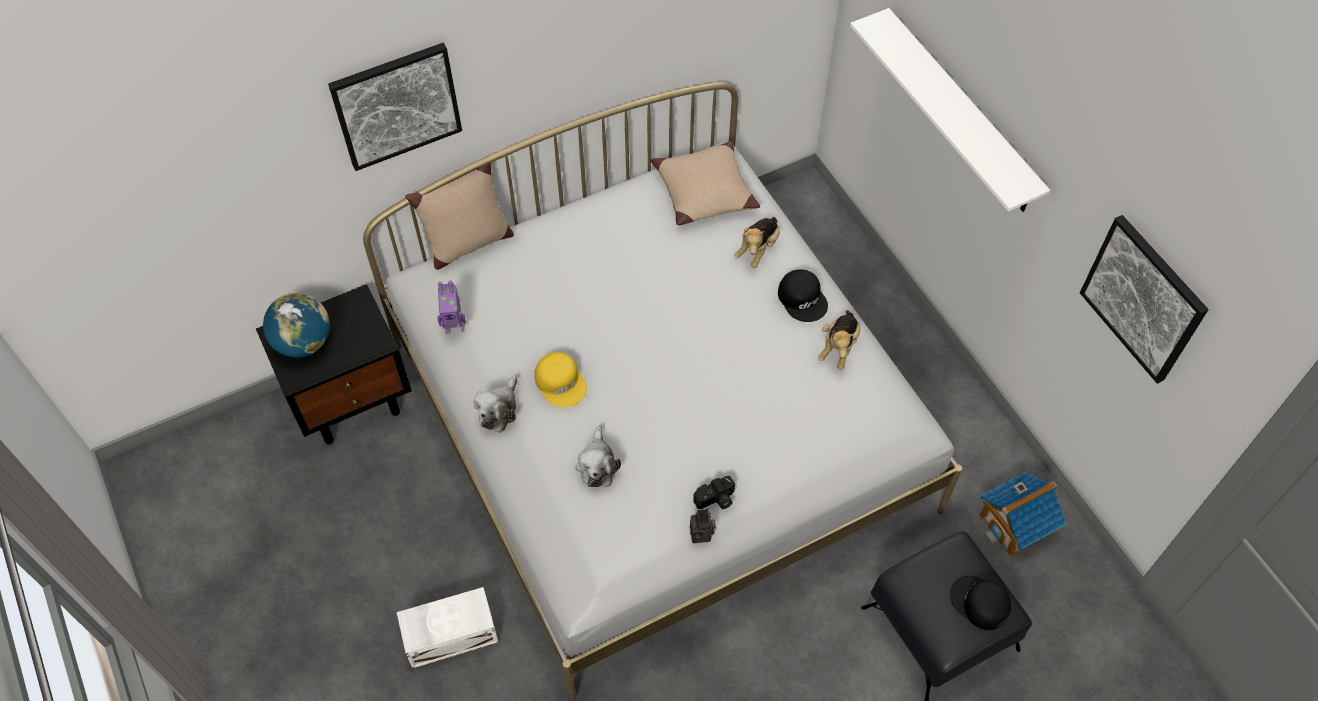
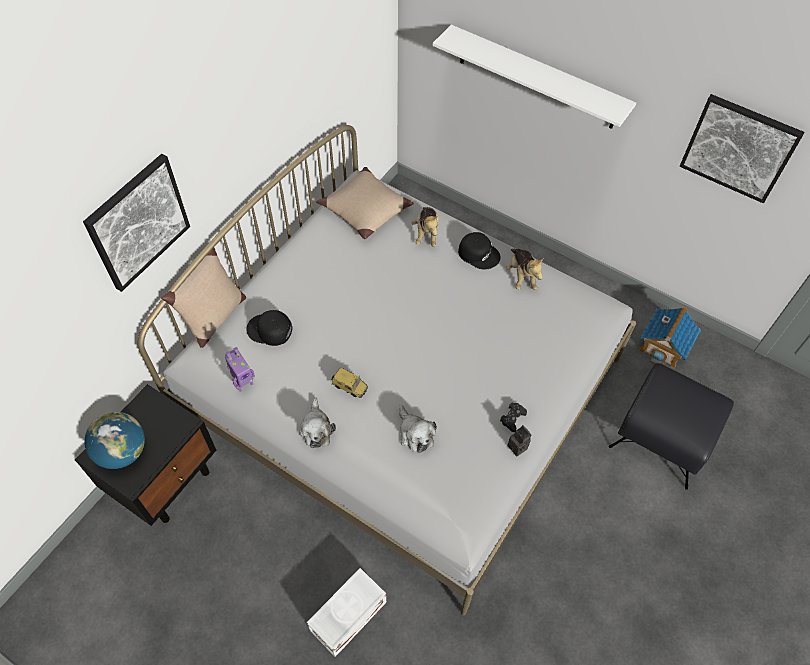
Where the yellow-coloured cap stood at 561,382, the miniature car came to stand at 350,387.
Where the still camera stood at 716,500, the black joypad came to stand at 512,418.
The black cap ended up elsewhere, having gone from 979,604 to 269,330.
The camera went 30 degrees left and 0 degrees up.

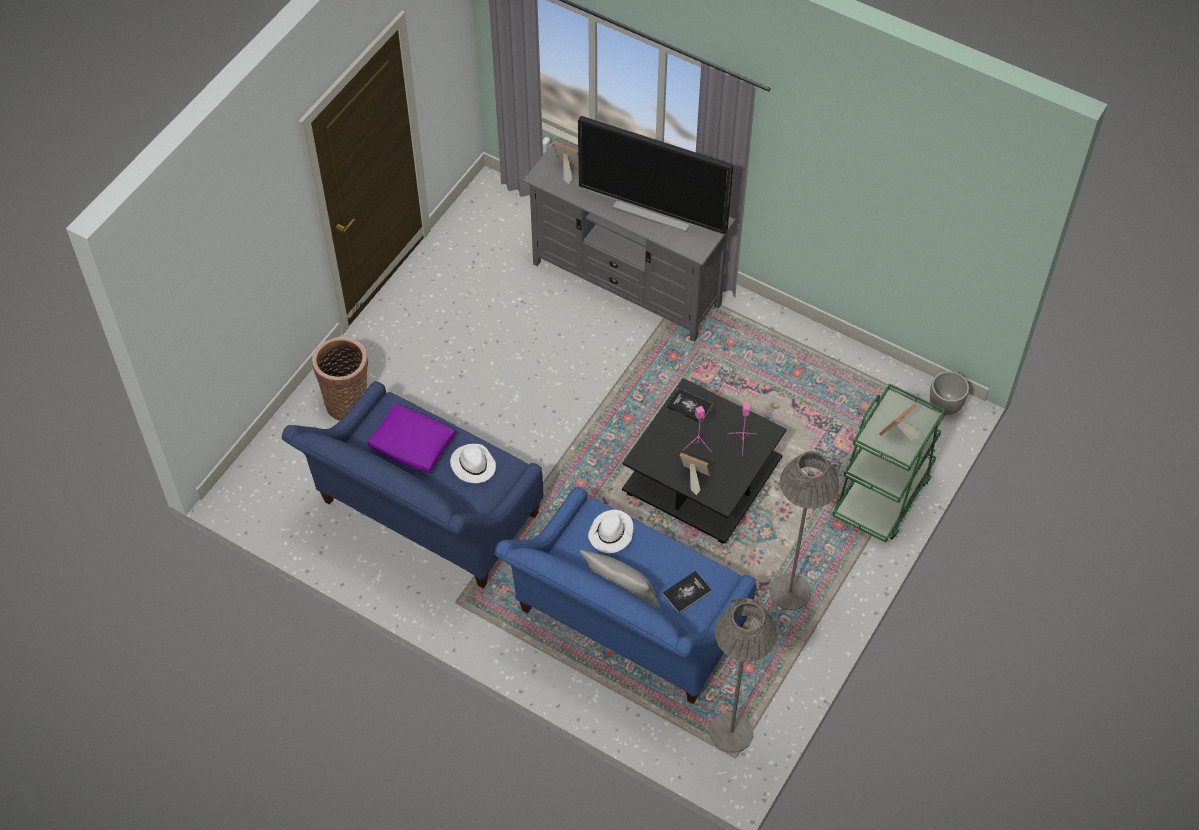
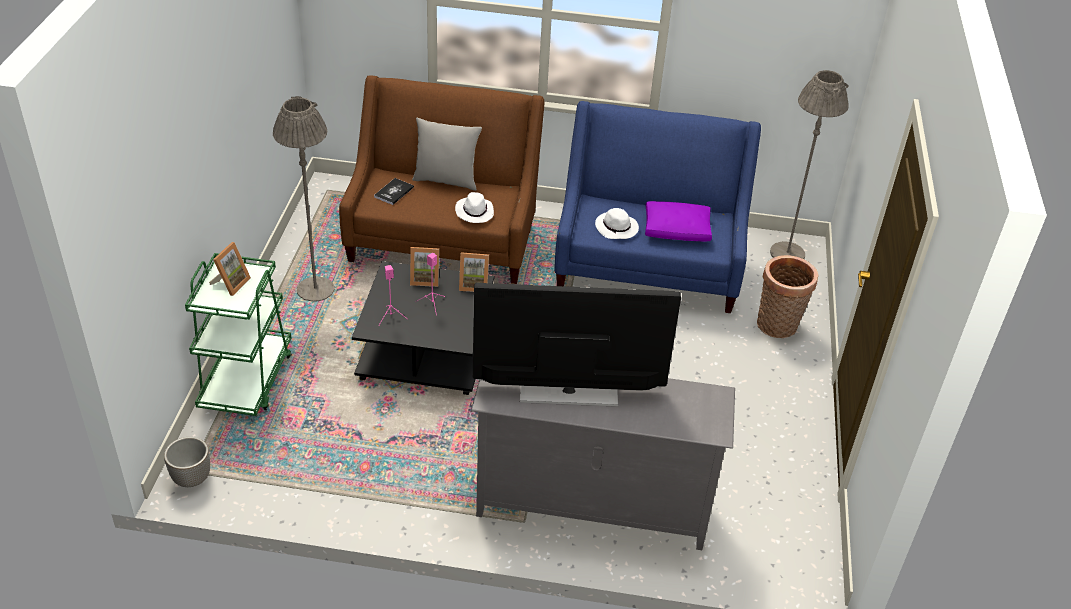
What was the bluish settee at 626,626 turned into the brownish settee at 443,239.
The photo frame ended up elsewhere, having gone from 567,170 to 473,284.
The second view lost the volume at 689,406.
The greyish floor lamp ended up elsewhere, having gone from 731,732 to 787,253.
The camera went 155 degrees right and 15 degrees down.

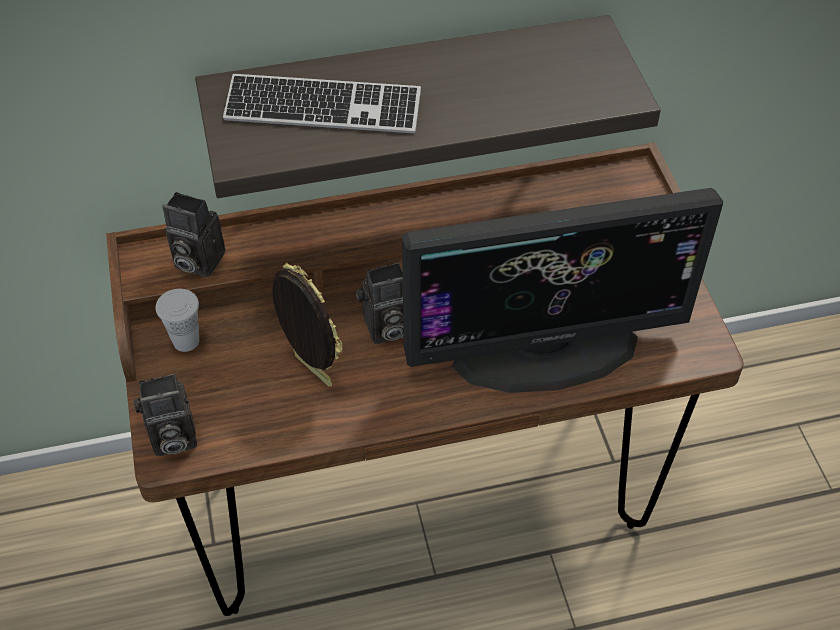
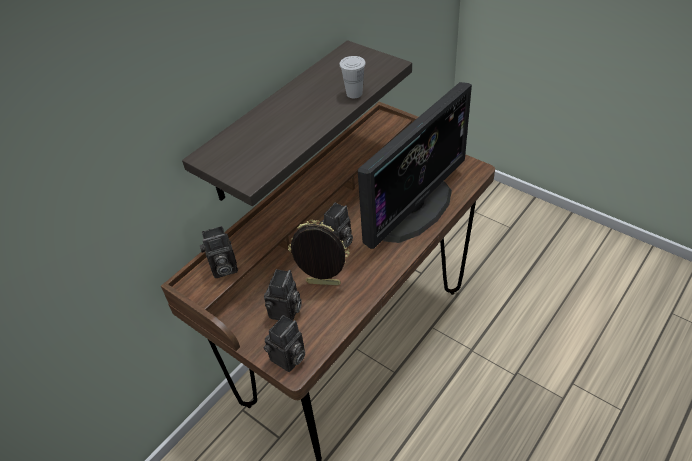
The whitish drinking cup ended up elsewhere, having gone from 186,341 to 354,93.
The second view lost the keyboard at 323,108.
The second view gained the still camera at 286,312.
The camera went 35 degrees left and 5 degrees down.

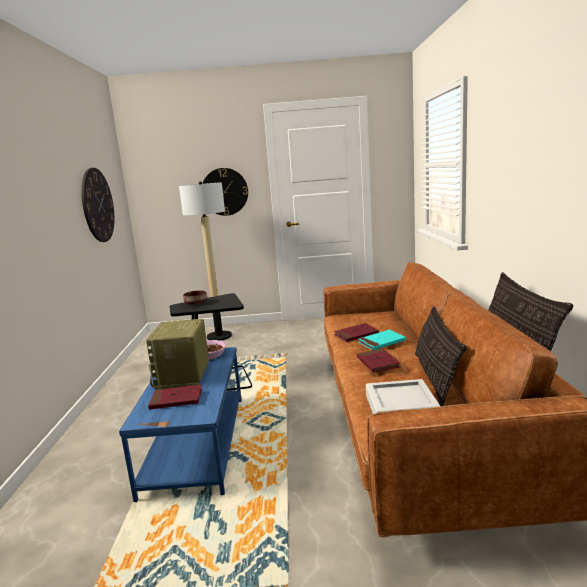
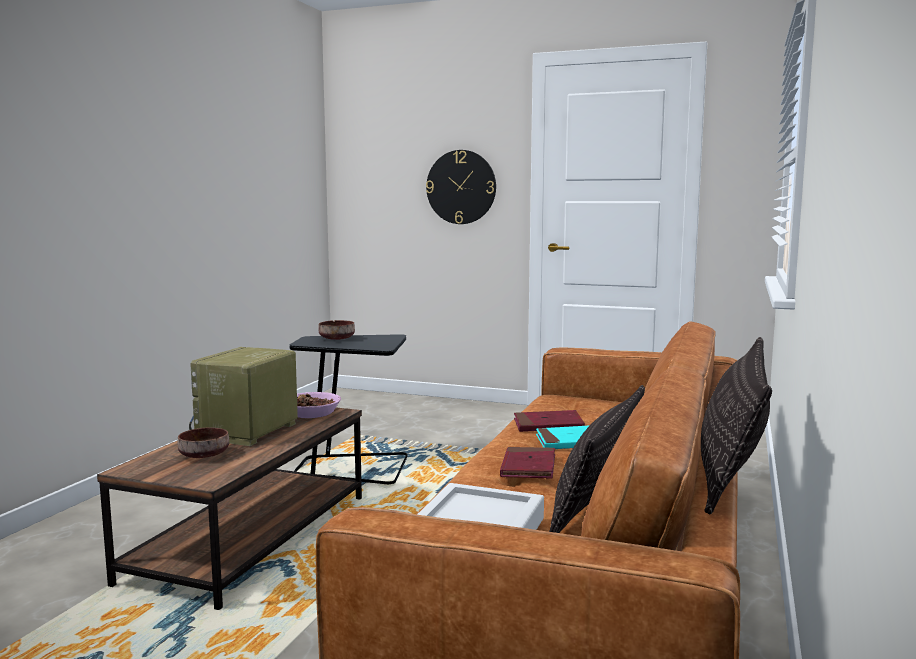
The second view lost the clock on the wall at 98,205.
What was the bluish low table at 197,444 turned into the brownish low table at 251,538.
Where the red volume stood at 176,400, the brownish deep dish came to stand at 204,455.
The second view lost the floor lamp at 219,336.
The camera went 20 degrees right and 5 degrees down.

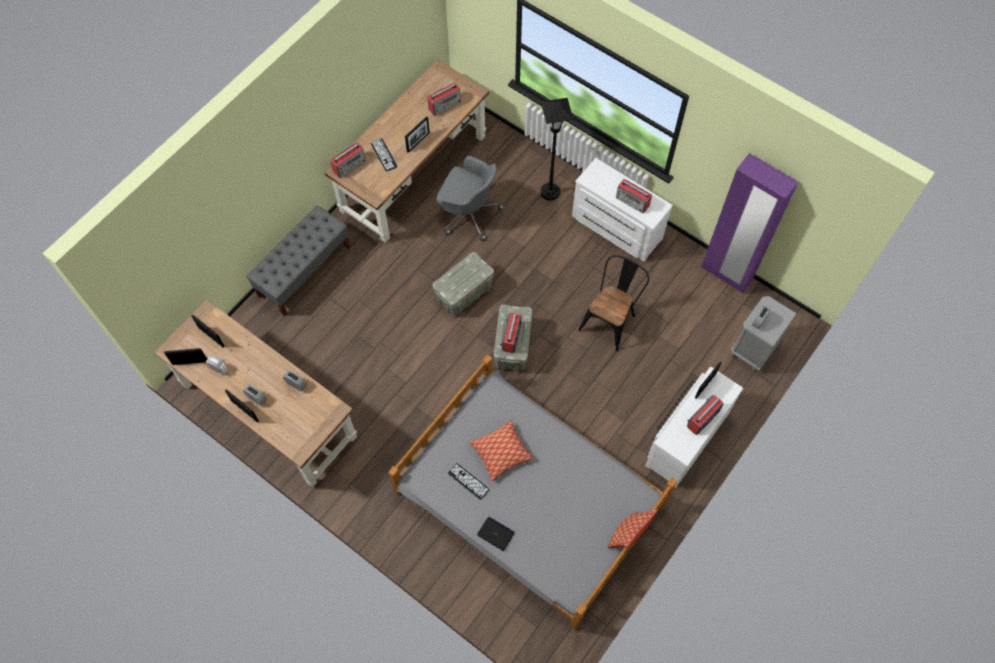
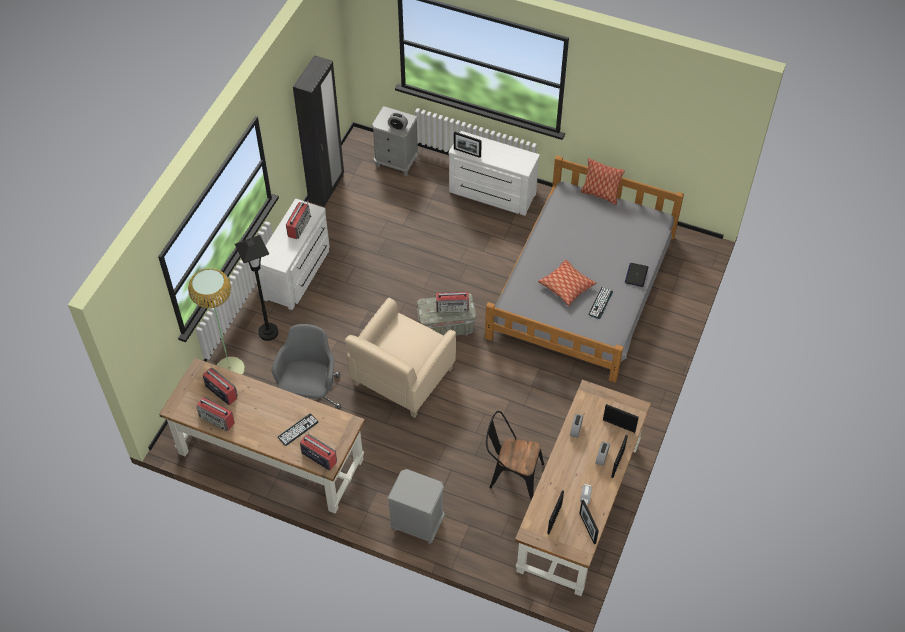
Where the greyish long seat stood at 304,271, the greyish nightstand came to stand at 417,524.
The photo frame ended up elsewhere, having gone from 418,142 to 619,425.
Where the greyish storage bin stood at 464,293, the beige lounge chair came to stand at 402,377.
The black plain chair ended up elsewhere, having gone from 610,320 to 511,475.
The radio ended up elsewhere, having gone from 702,419 to 217,419.
What was the purple clothes cupboard at 726,274 turned into the black clothes cupboard at 326,188.
The second view gained the floor lamp at 229,369.
The camera went 105 degrees left and 10 degrees down.

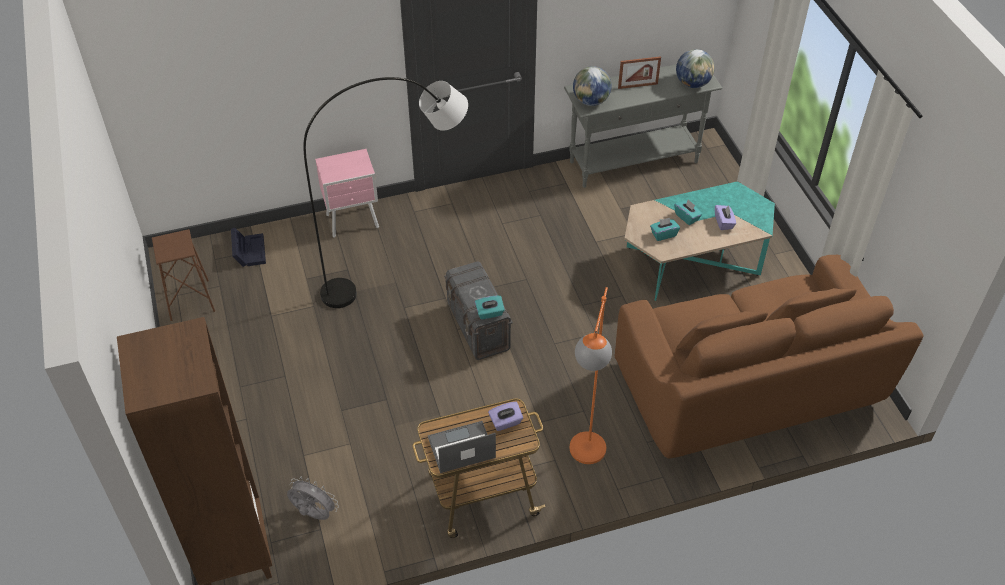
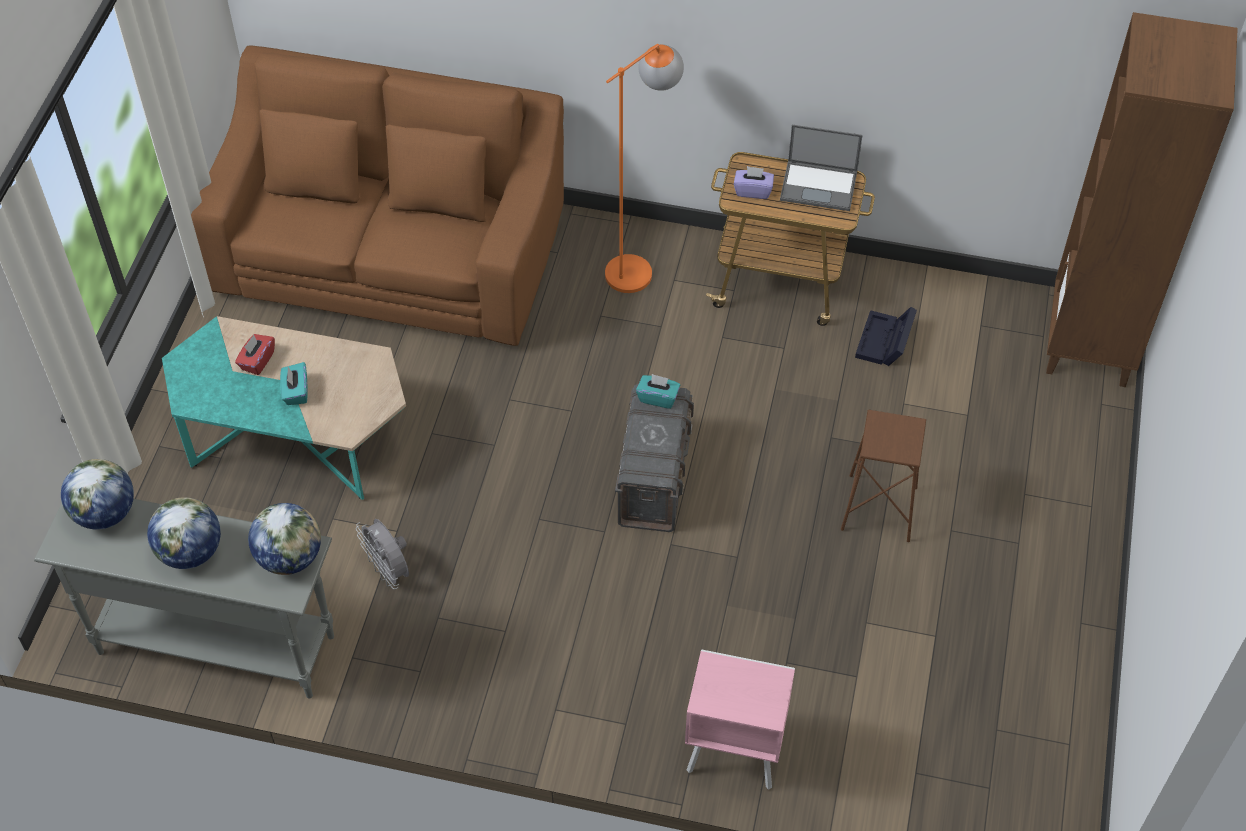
The brownish sitting stool ended up elsewhere, having gone from 190,300 to 879,508.
The black storage bin ended up elsewhere, having gone from 249,251 to 884,343.
The greyish electric fan ended up elsewhere, having gone from 313,514 to 389,571.
The second view lost the greyish floor lamp at 401,273.
Where the photo frame stood at 637,86, the world globe came to stand at 190,552.
The second view lost the blue-green tissue box at 663,234.
What was the purple tissue box at 724,222 turned into the red tissue box at 257,361.
The camera went 150 degrees left and 5 degrees up.

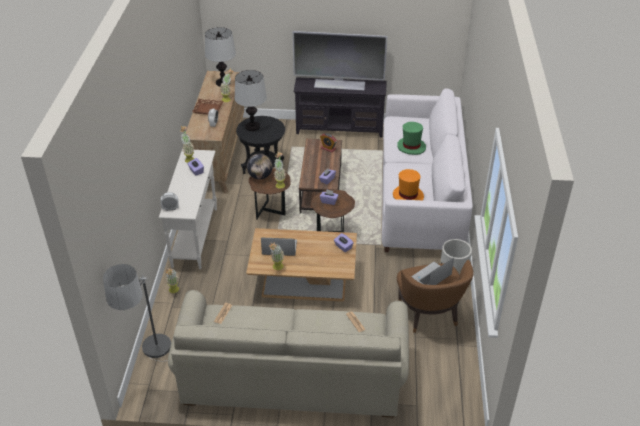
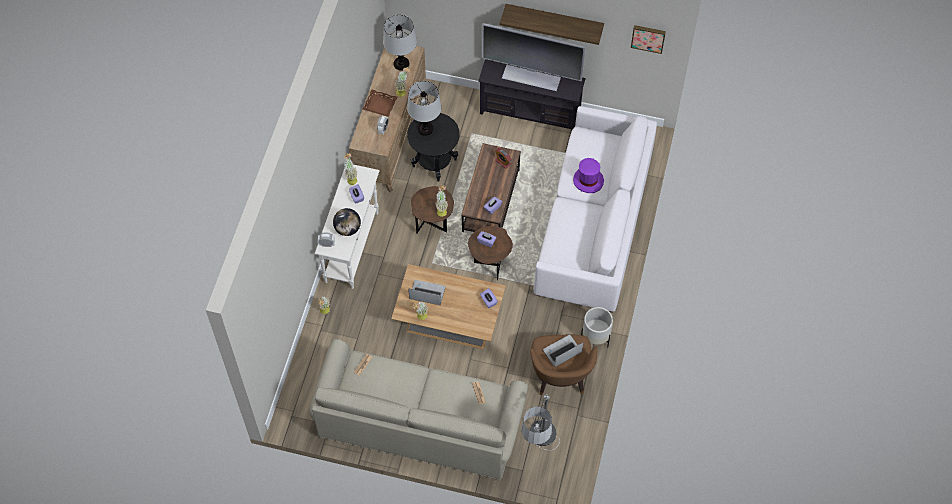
The floor lamp ended up elsewhere, having gone from 152,366 to 538,454.
The world globe ended up elsewhere, having gone from 260,176 to 347,229.
The second view lost the orangey wearable hat at 408,196.
What was the greenish wearable hat at 411,147 turned into the purple wearable hat at 588,180.
The second view gained the wall shelf at 554,20.
The second view gained the wall art at 648,38.
The camera went 10 degrees right and 20 degrees up.

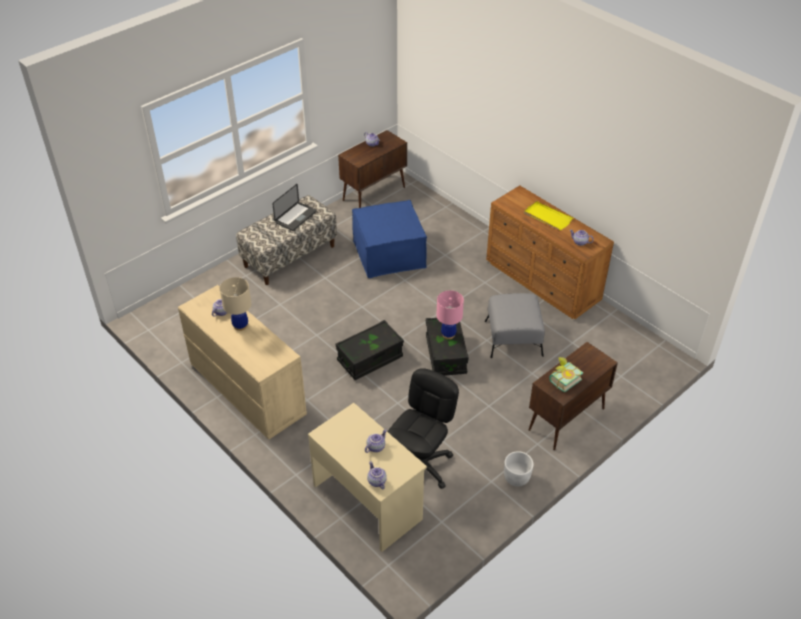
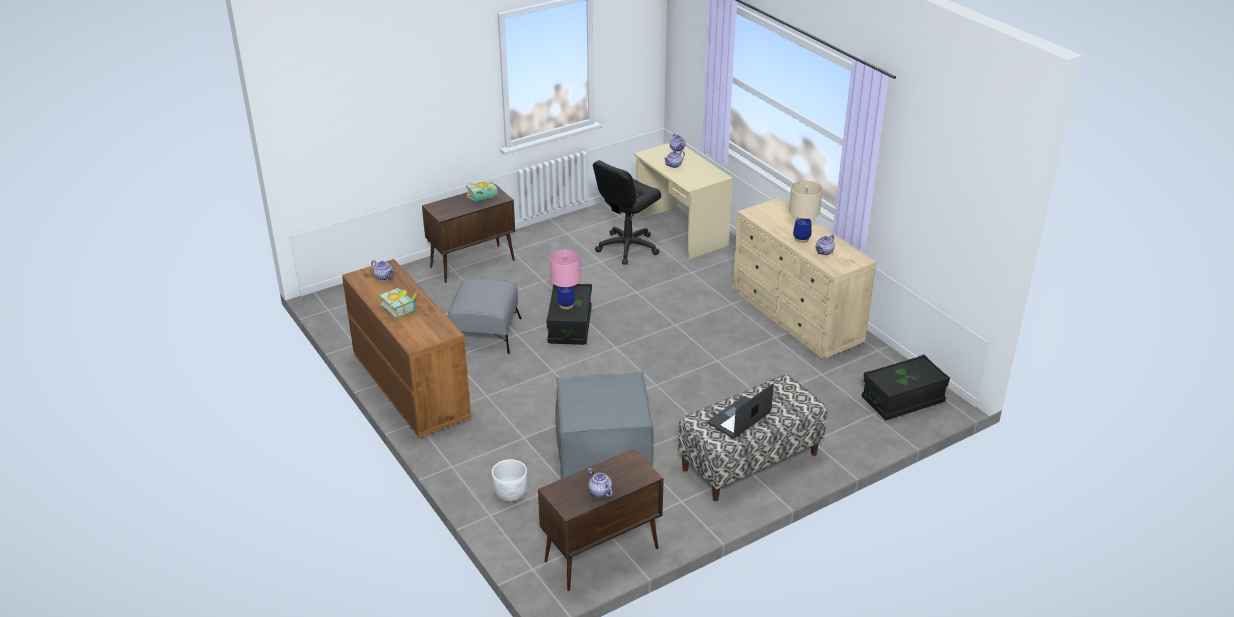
The black storage bin ended up elsewhere, having gone from 370,359 to 902,400.
What was the bluish ottoman at 389,254 turned into the greyish ottoman at 603,448.
The whitish flower pot ended up elsewhere, having gone from 516,478 to 510,493.
Where the yellow-coloured carrying tray stood at 547,217, the volume came to stand at 401,308.
The camera went 170 degrees left and 10 degrees down.

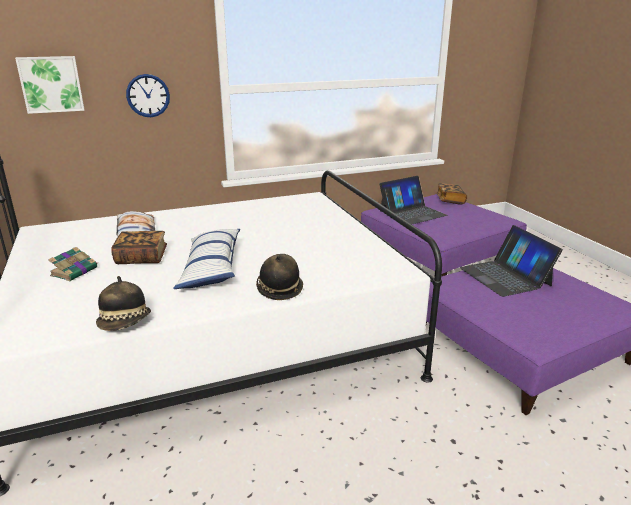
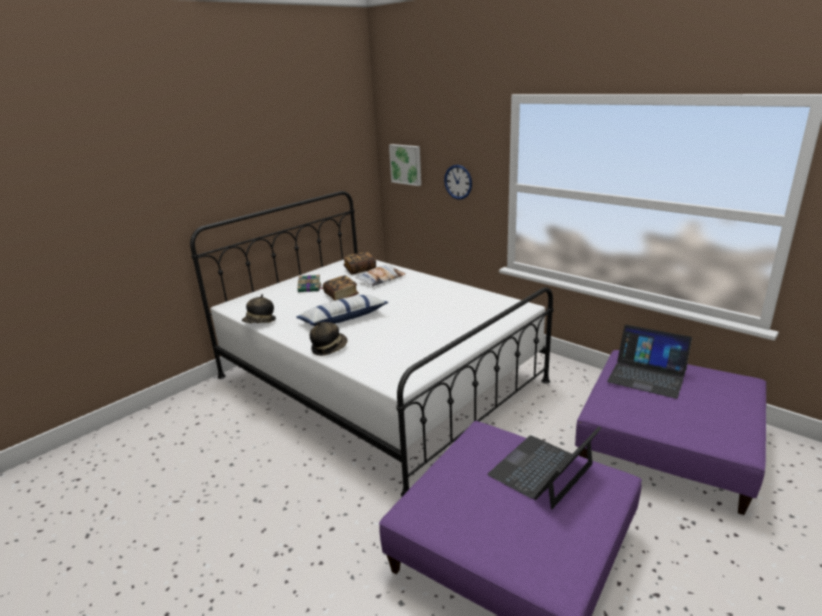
The volume ended up elsewhere, having gone from 450,200 to 360,269.
The camera went 65 degrees right and 0 degrees up.

